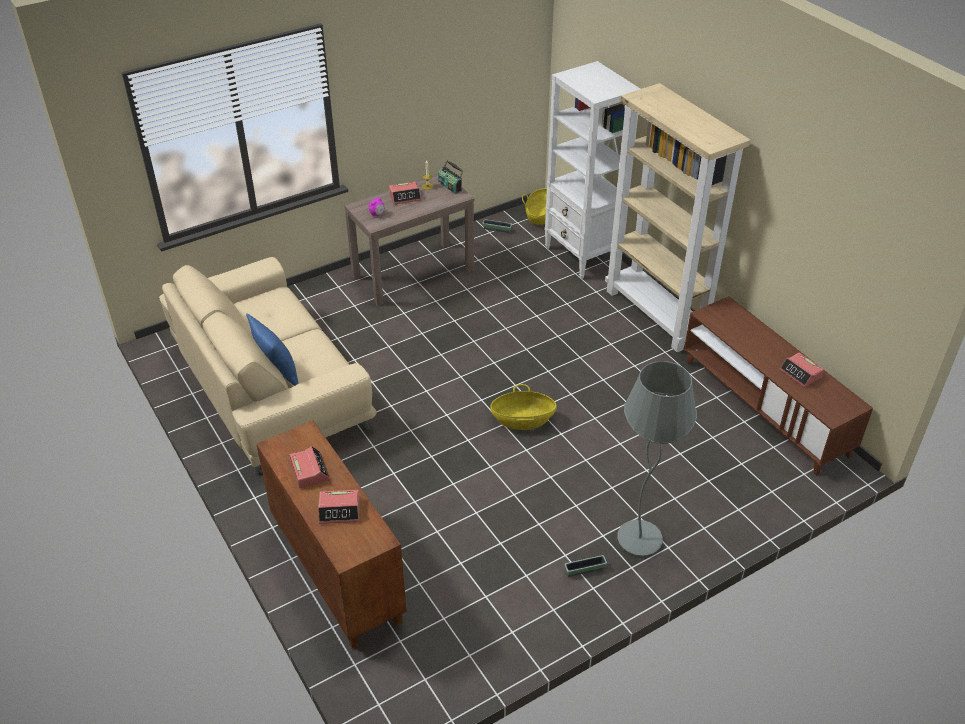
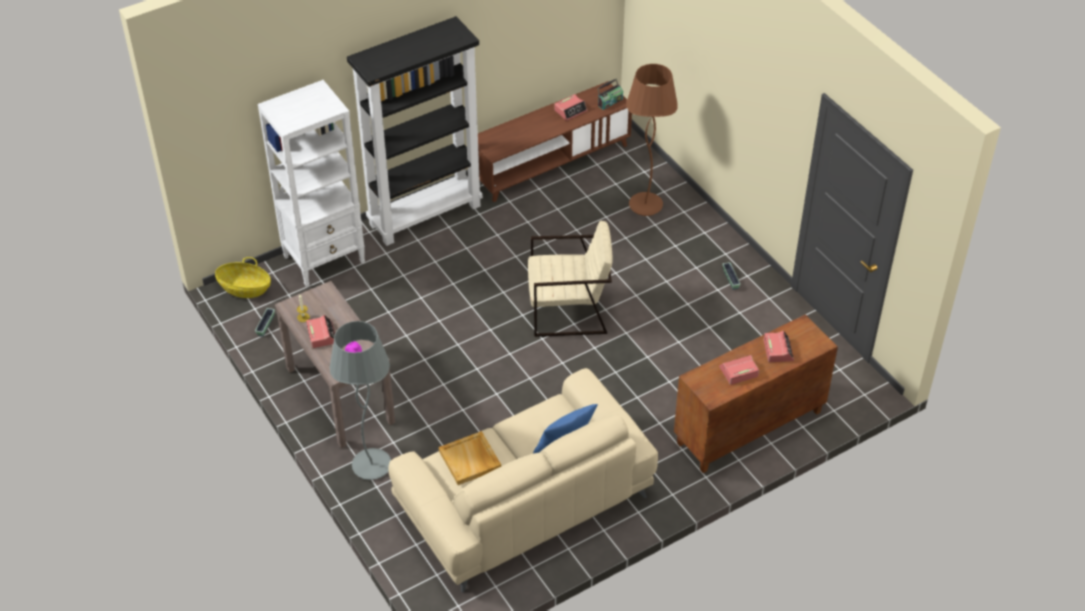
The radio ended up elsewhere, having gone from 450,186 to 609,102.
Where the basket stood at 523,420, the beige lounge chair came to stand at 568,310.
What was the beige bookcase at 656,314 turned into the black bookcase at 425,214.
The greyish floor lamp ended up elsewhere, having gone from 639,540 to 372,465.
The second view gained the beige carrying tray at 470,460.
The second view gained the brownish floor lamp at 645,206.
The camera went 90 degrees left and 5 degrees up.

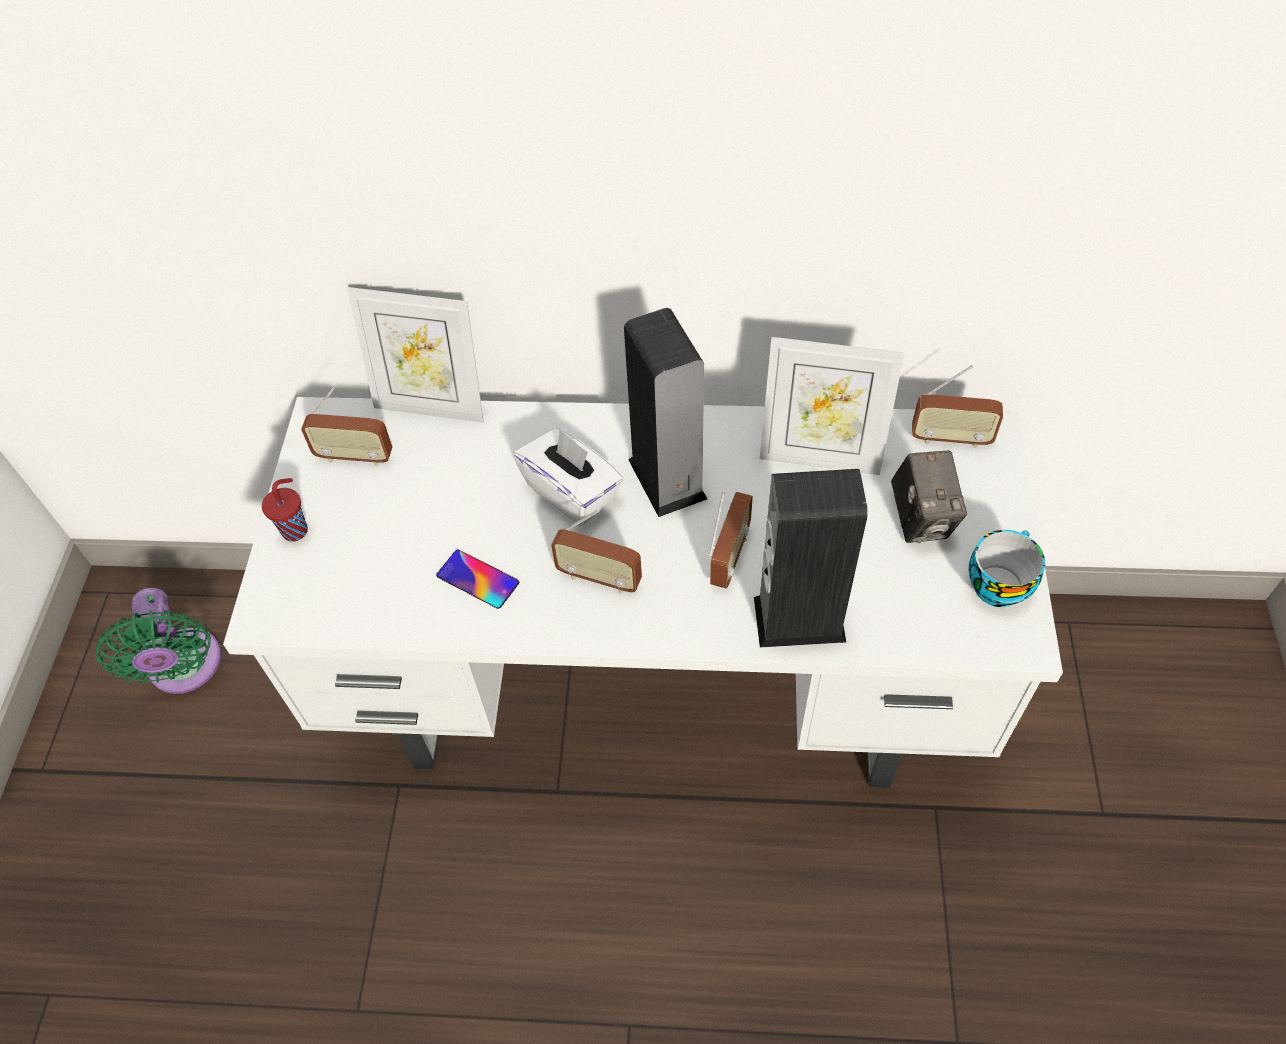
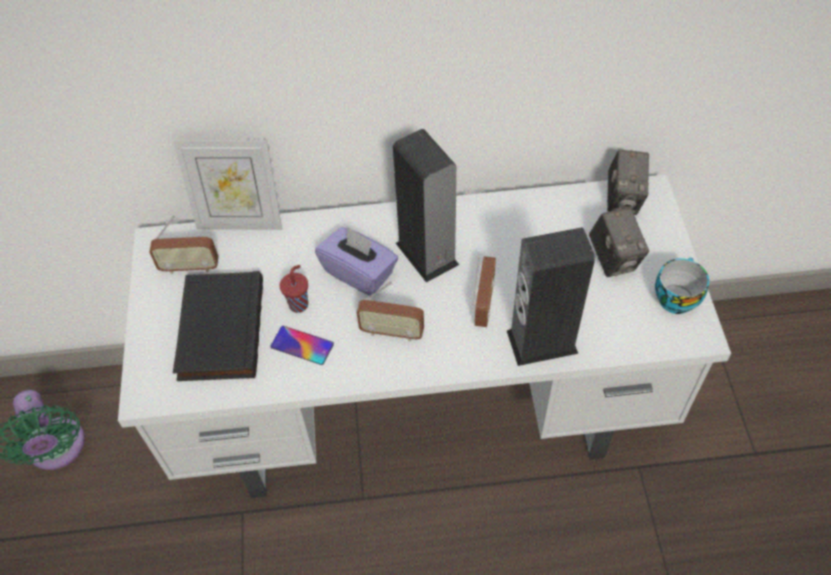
The red drinking cup ended up elsewhere, having gone from 296,530 to 299,304.
What was the whitish tissue box at 572,492 turned into the purple tissue box at 359,272.
The second view lost the photo frame at 820,457.
Where the radio stood at 950,438, the still camera came to stand at 623,199.
The second view gained the black volume at 218,329.
The camera went 10 degrees left and 0 degrees up.

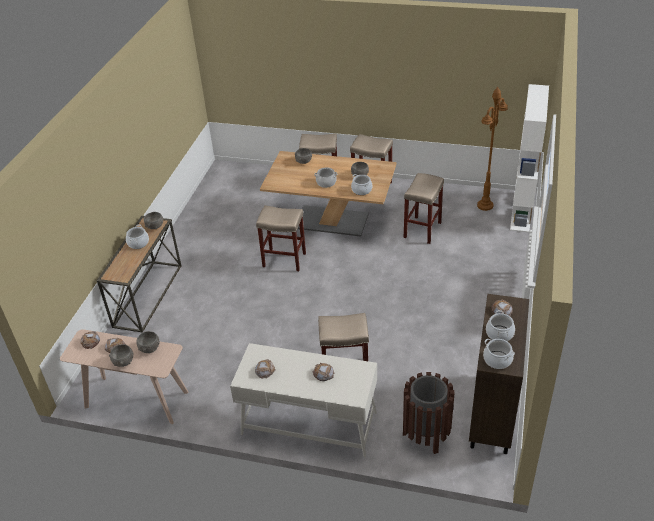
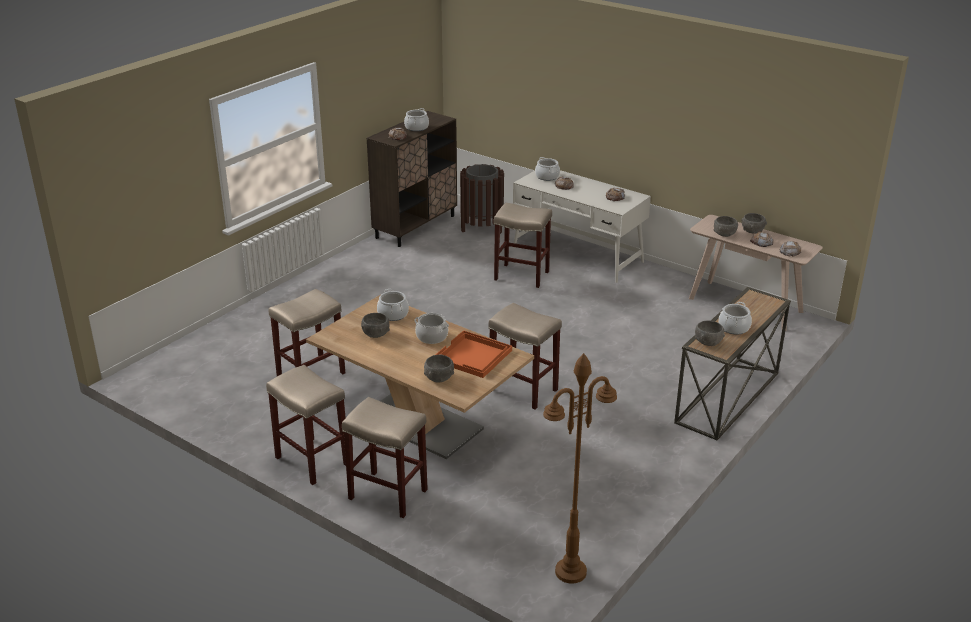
The brownish floor lamp ended up elsewhere, having gone from 485,205 to 570,572.
The stockpot ended up elsewhere, having gone from 497,360 to 547,176.
The second view lost the whitish bookcase at 522,211.
The second view gained the orangey carrying tray at 473,356.
The camera went 160 degrees left and 10 degrees down.

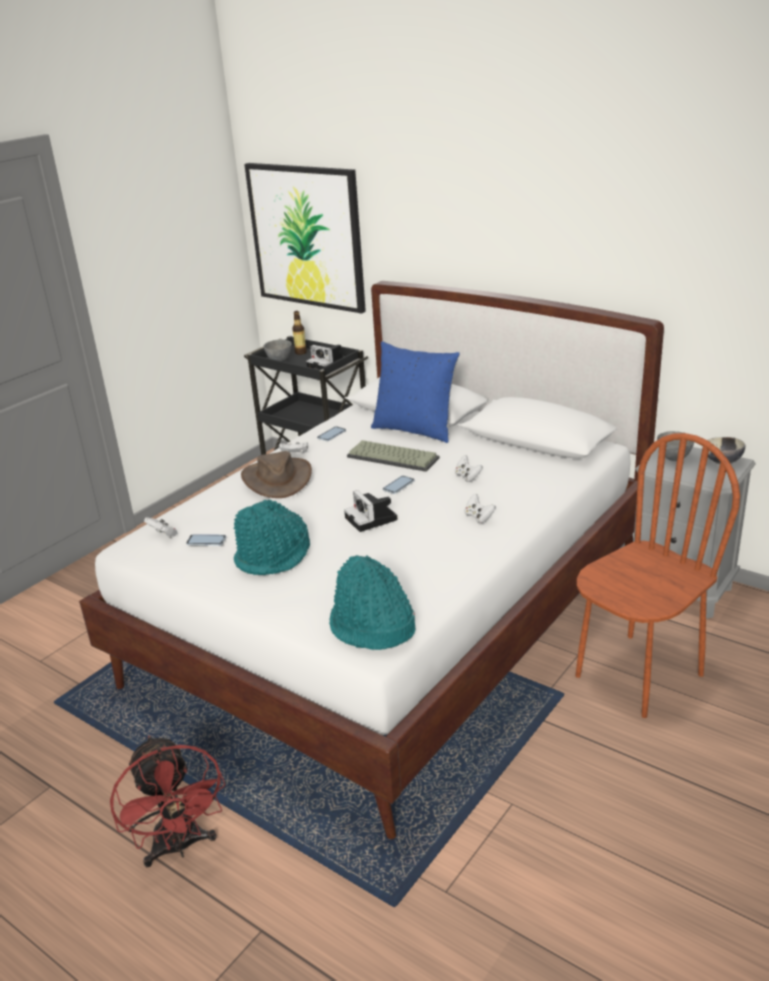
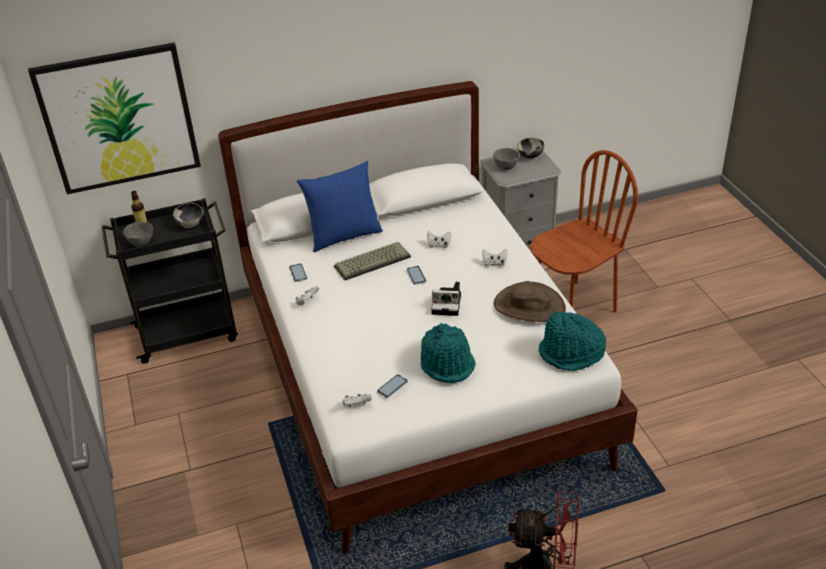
The brownish wearable hat ended up elsewhere, having gone from 277,479 to 529,306.
Where the still camera stood at 327,364, the deep dish came to stand at 190,224.
The brownish plain chair at 638,675 ended up facing another way, 60 degrees clockwise from before.
The camera went 55 degrees left and 10 degrees up.

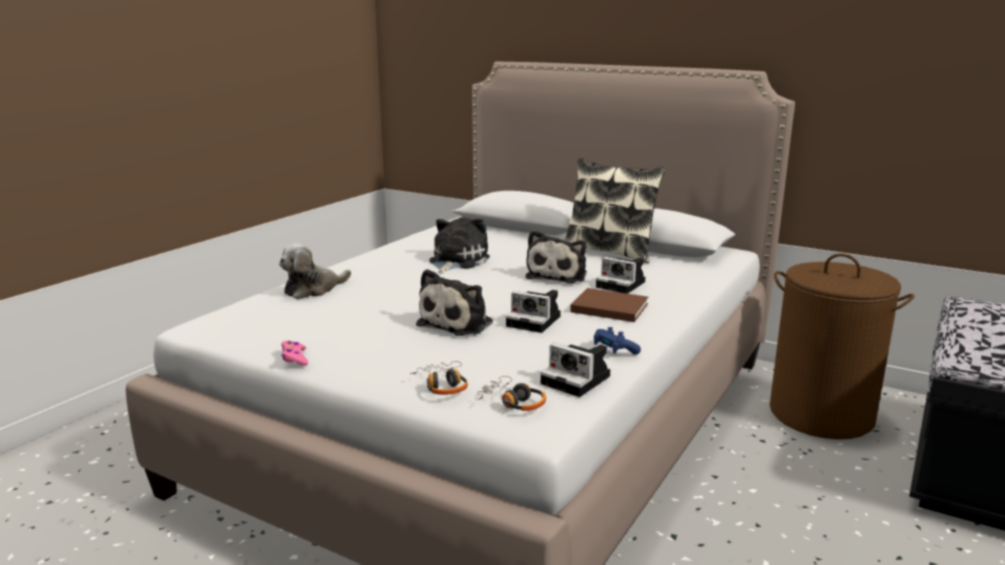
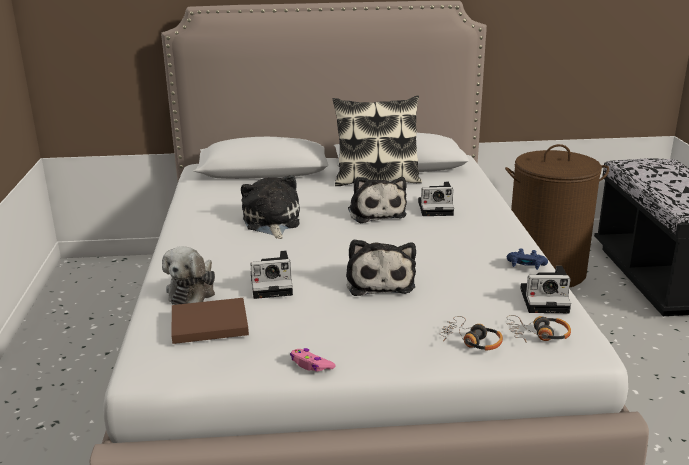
The still camera ended up elsewhere, having gone from 536,321 to 273,285.
The brownish volume ended up elsewhere, having gone from 607,307 to 207,324.
The camera went 35 degrees left and 5 degrees up.

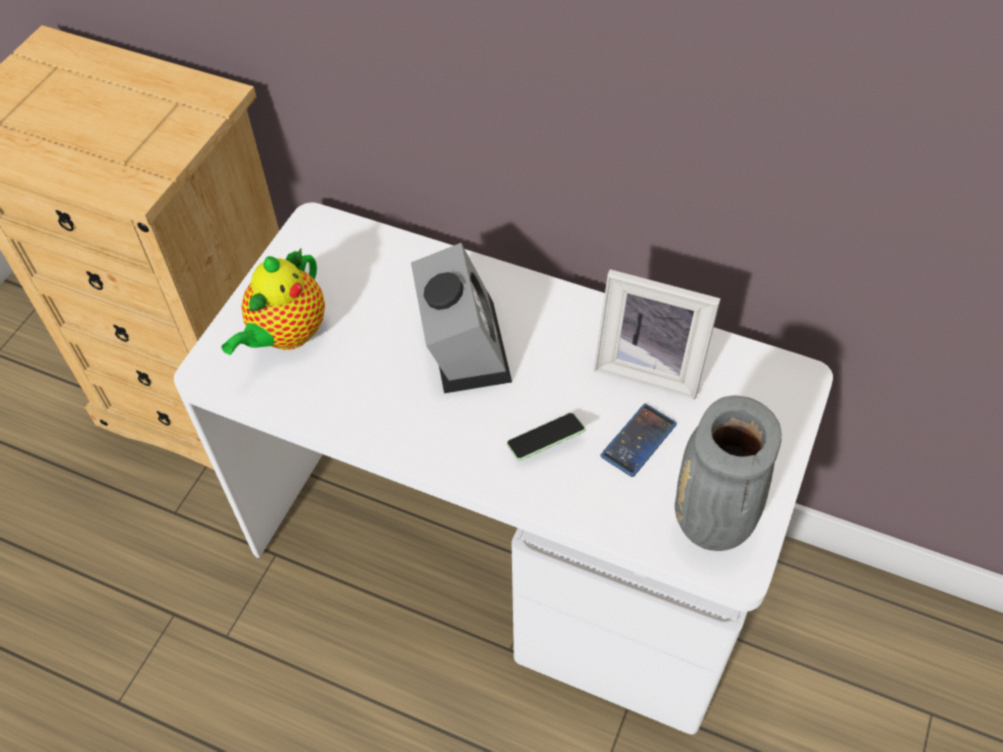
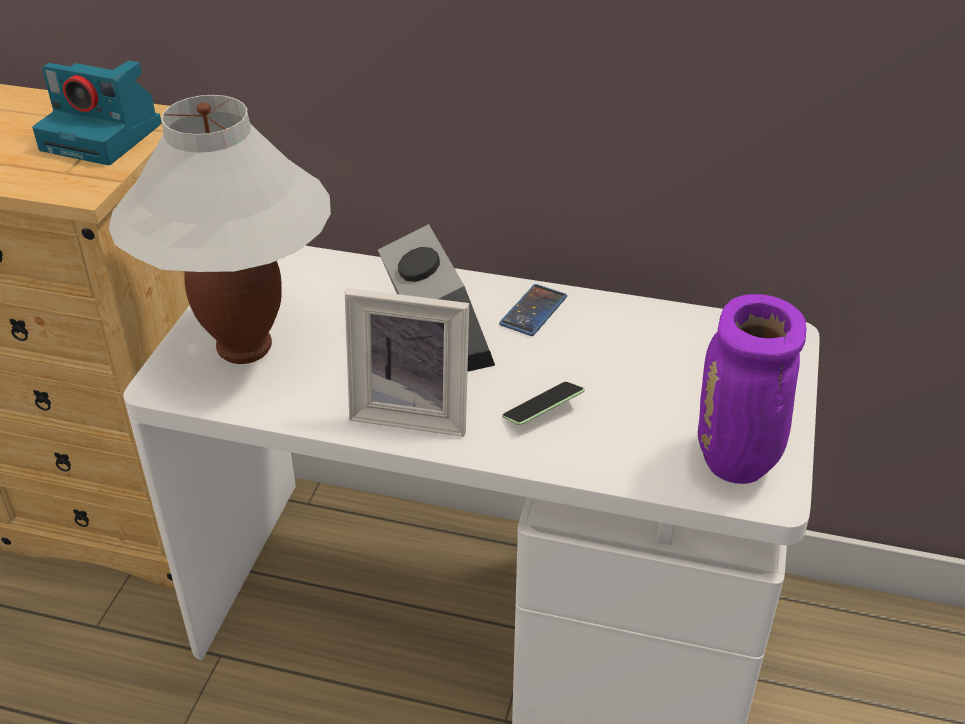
Where the pot for tea stood at 286,335, the whitish lamp for a table came to stand at 244,348.
The photo frame ended up elsewhere, having gone from 650,367 to 412,412.
The phone ended up elsewhere, having gone from 638,440 to 533,311.
What was the greyish vase at 714,524 turned into the purple vase at 737,463.
The second view gained the still camera at 104,136.
The camera went 10 degrees left and 15 degrees down.

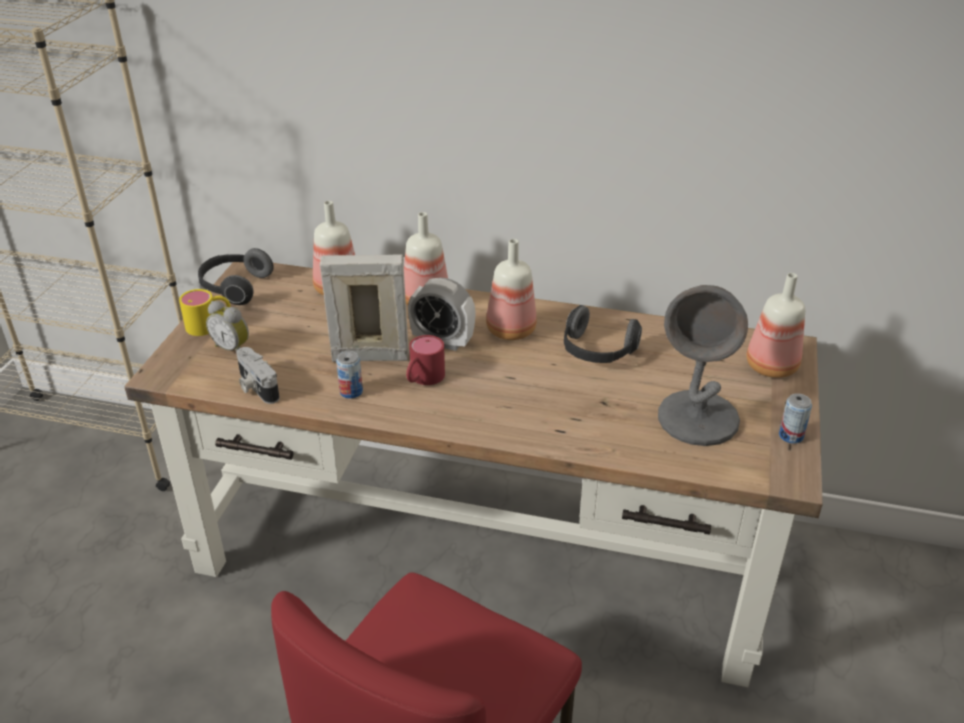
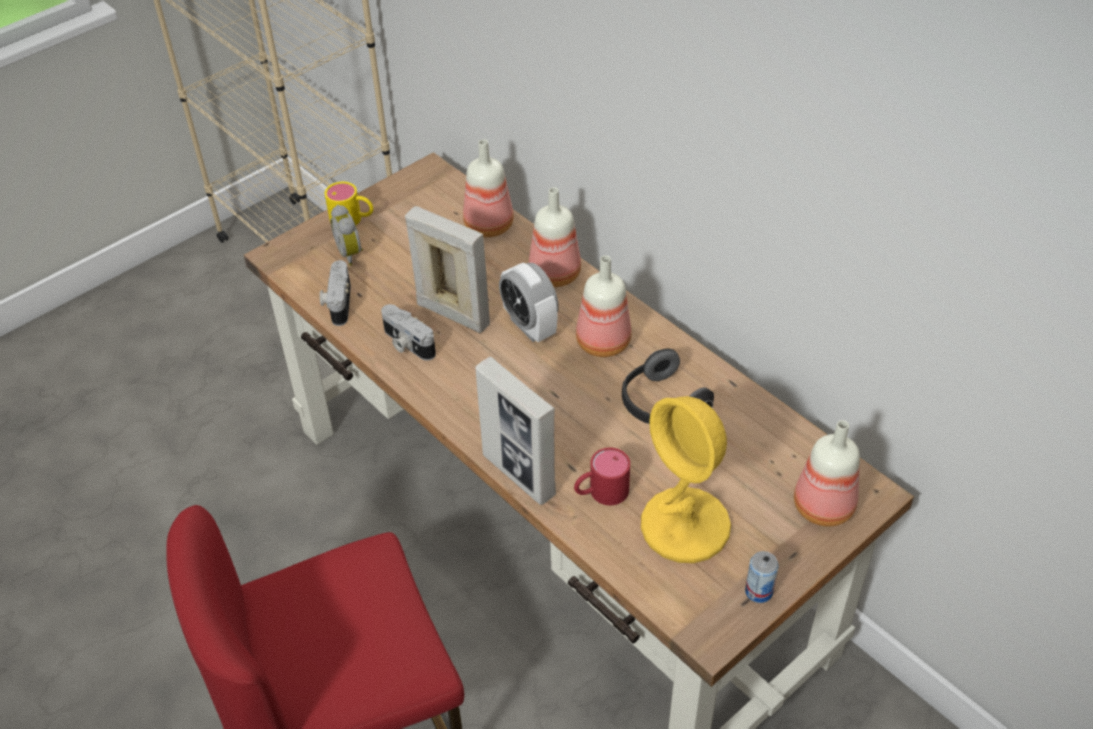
The second view lost the pair of headphones at 234,288.
Where the metal can stood at 351,392, the still camera came to stand at 407,344.
The red coffee mug ended up elsewhere, having gone from 423,379 to 600,492.
What was the greyish lamp for a table at 698,419 turned into the yellow-coloured lamp for a table at 686,526.
The second view gained the photo frame at 519,475.
The camera went 35 degrees right and 10 degrees up.

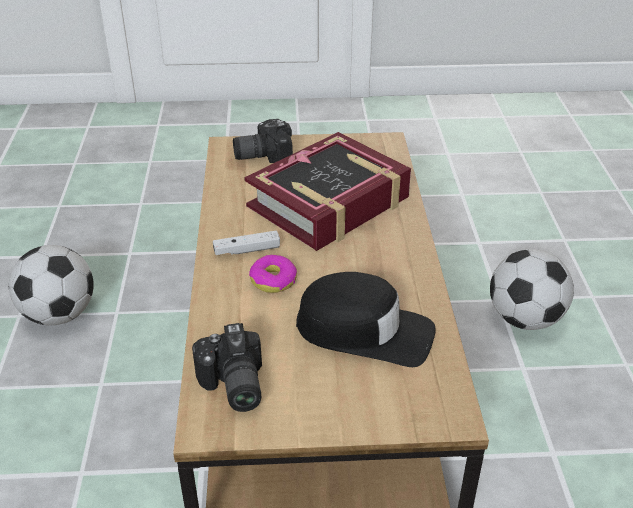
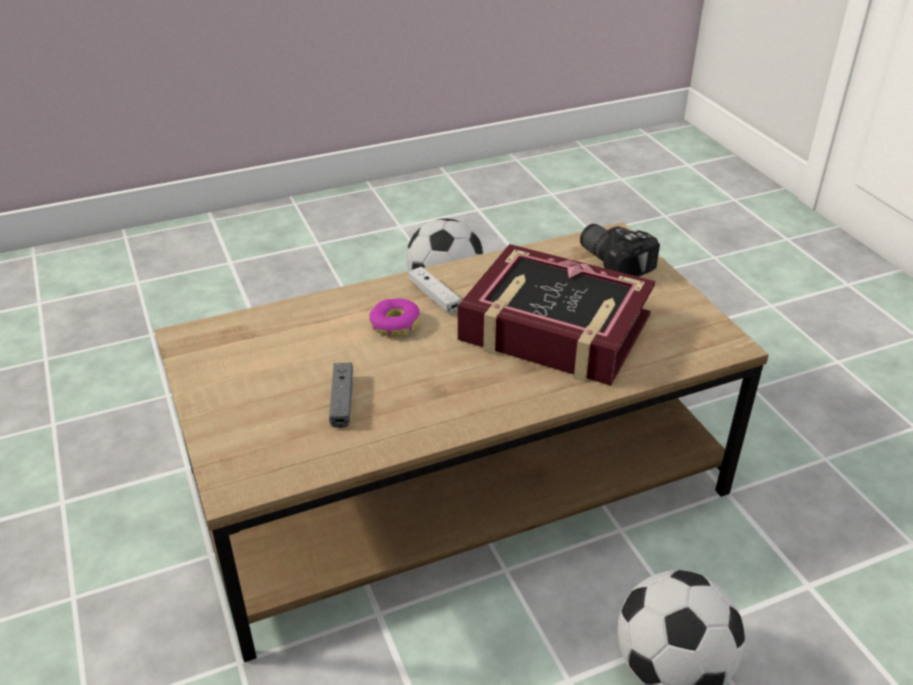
The second view lost the still camera at 231,386.
Where the black cap stood at 365,331, the greyish joypad came to stand at 342,401.
The camera went 70 degrees right and 0 degrees up.

